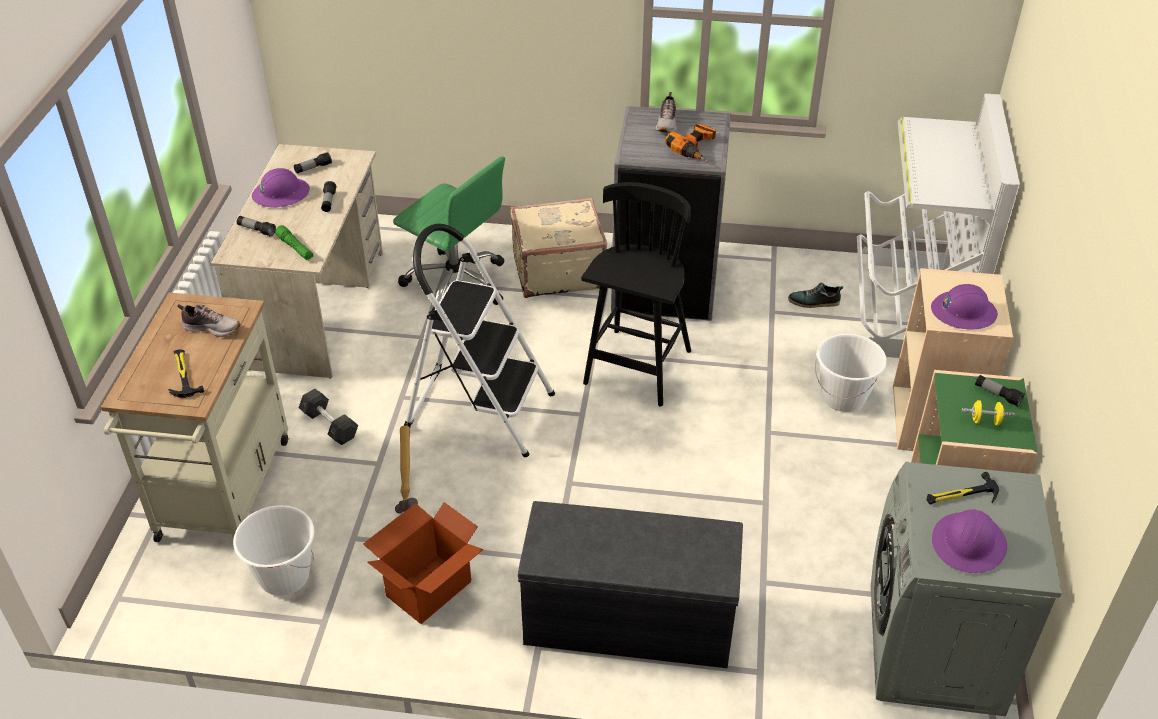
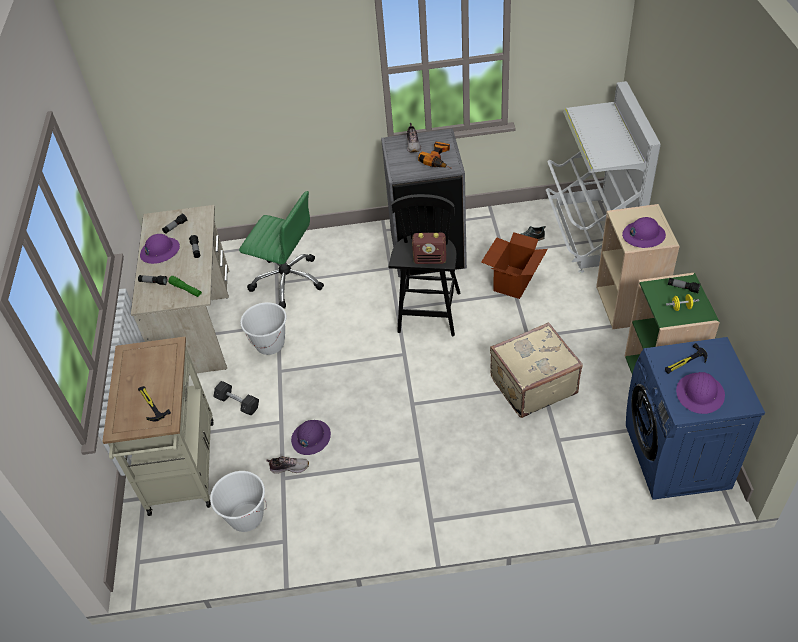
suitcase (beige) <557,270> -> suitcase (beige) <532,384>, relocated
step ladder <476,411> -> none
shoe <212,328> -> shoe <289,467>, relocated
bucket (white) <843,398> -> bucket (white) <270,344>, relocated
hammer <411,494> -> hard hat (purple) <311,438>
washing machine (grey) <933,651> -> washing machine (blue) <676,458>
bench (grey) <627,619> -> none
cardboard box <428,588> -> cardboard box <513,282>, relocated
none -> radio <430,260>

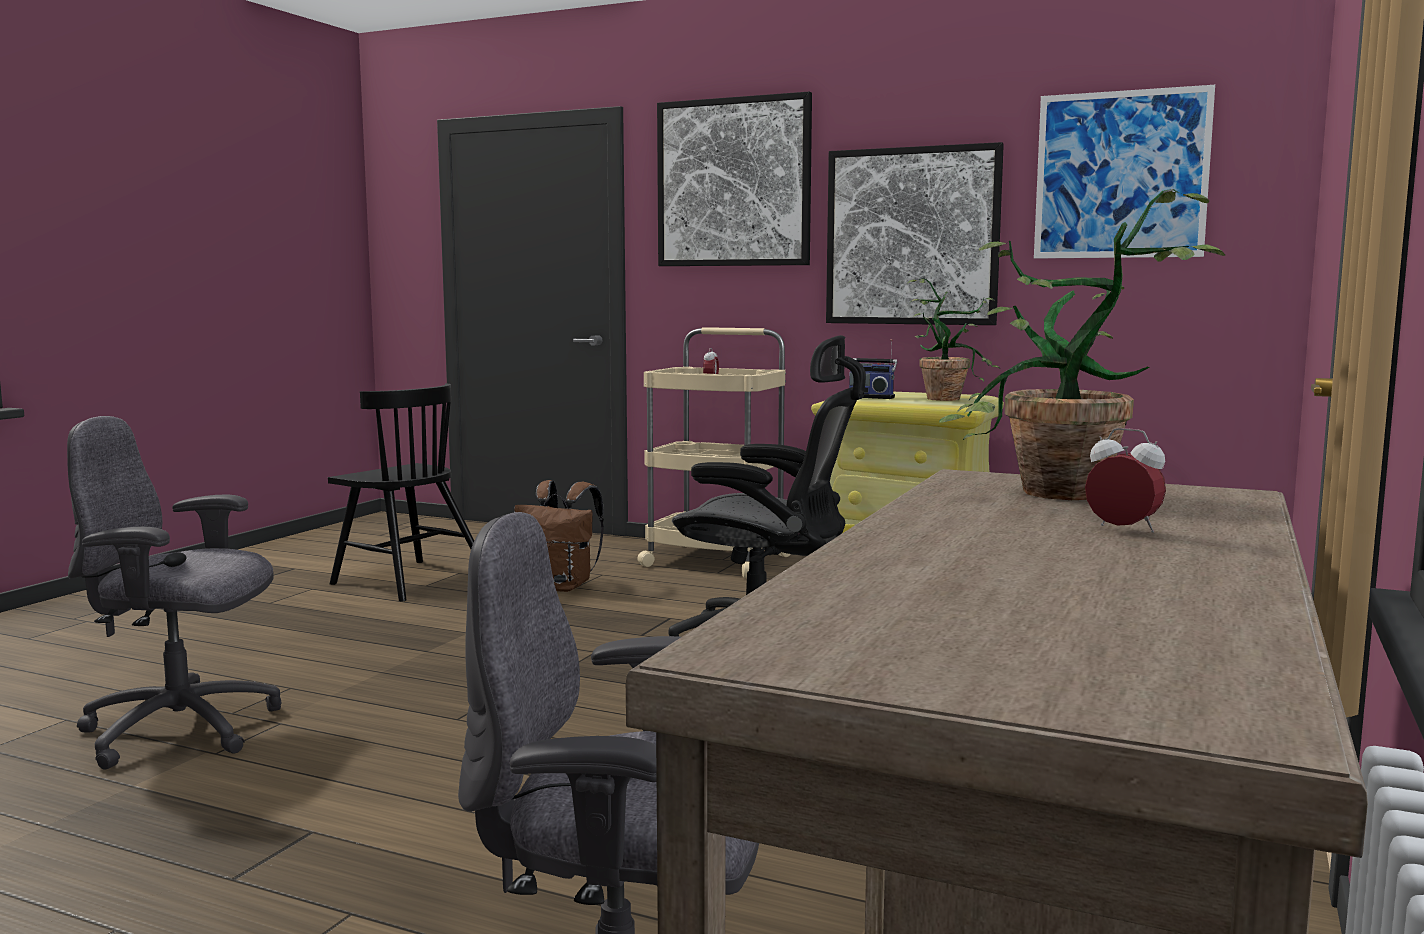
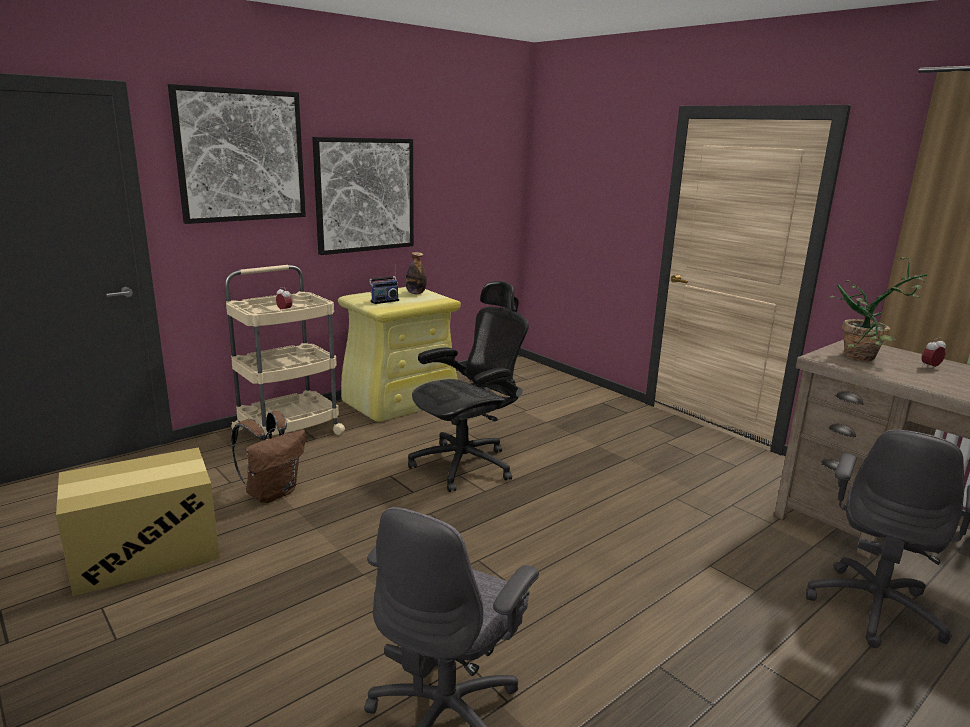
picture <1121,175> -> none
potted plant <948,398> -> bottle <416,293>
chair (black) <405,578> -> cardboard box <146,552>

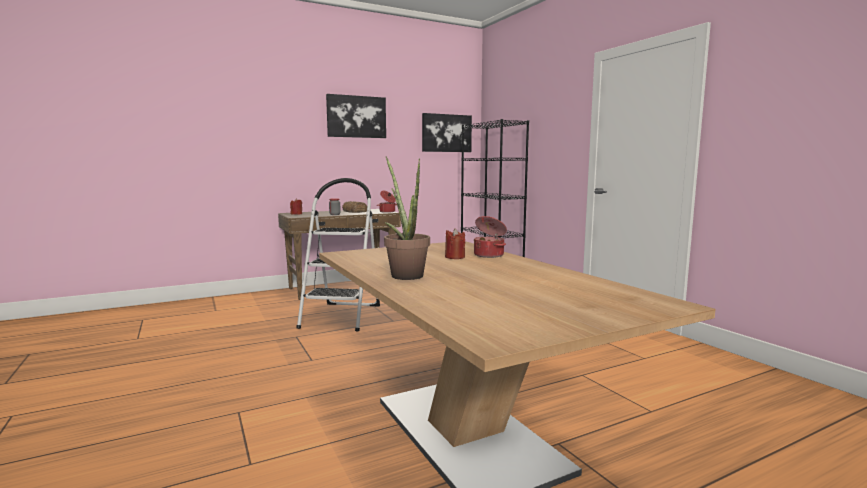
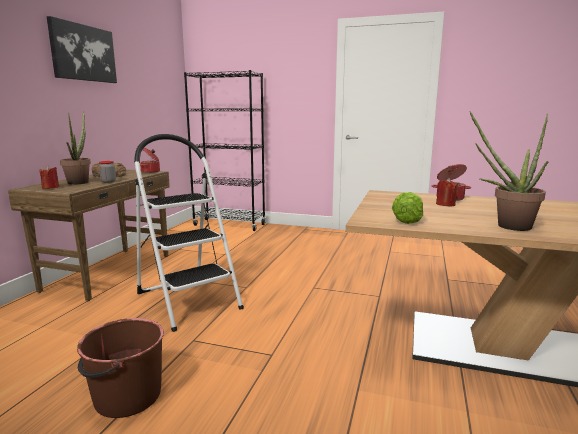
picture <446,133> -> none
none -> potted plant <80,182>
none -> lettuce <409,219>
none -> bucket (brown) <126,396>

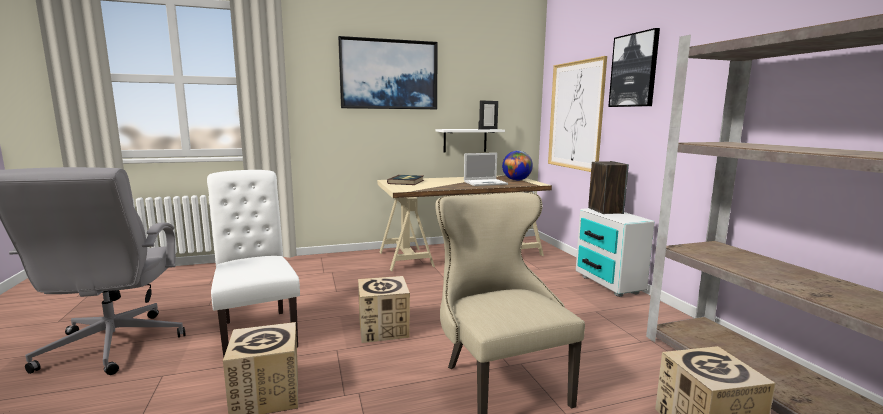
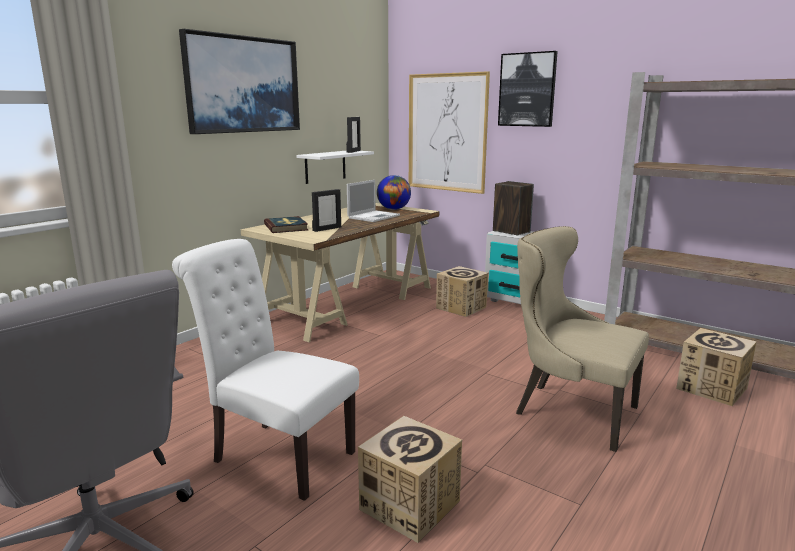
cardboard box <383,329> -> cardboard box <461,307>, relocated
none -> picture frame <327,229>

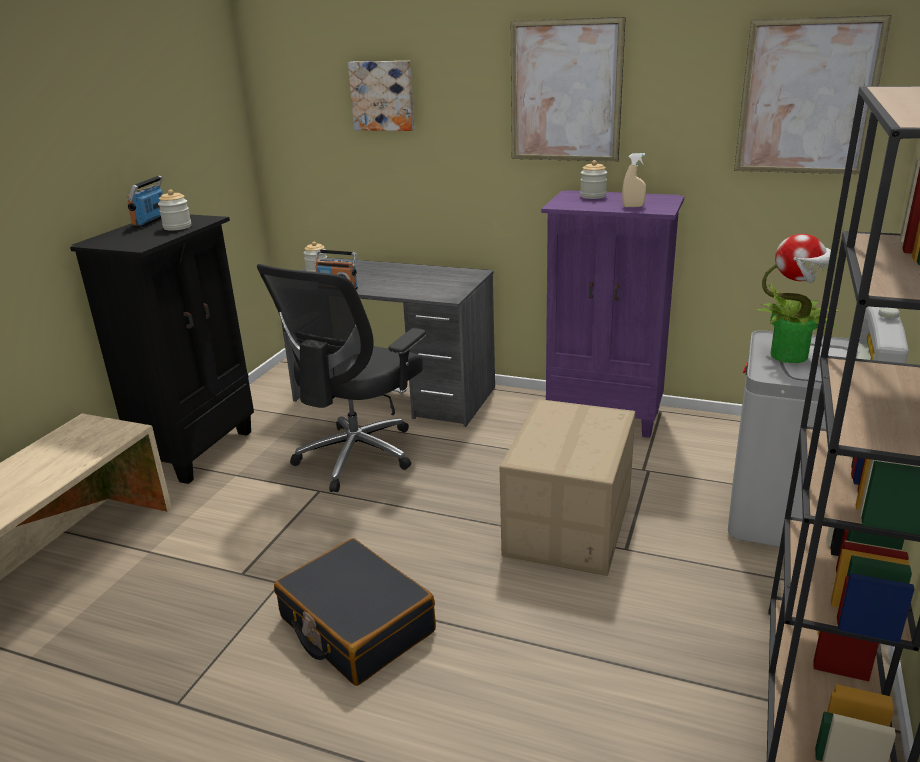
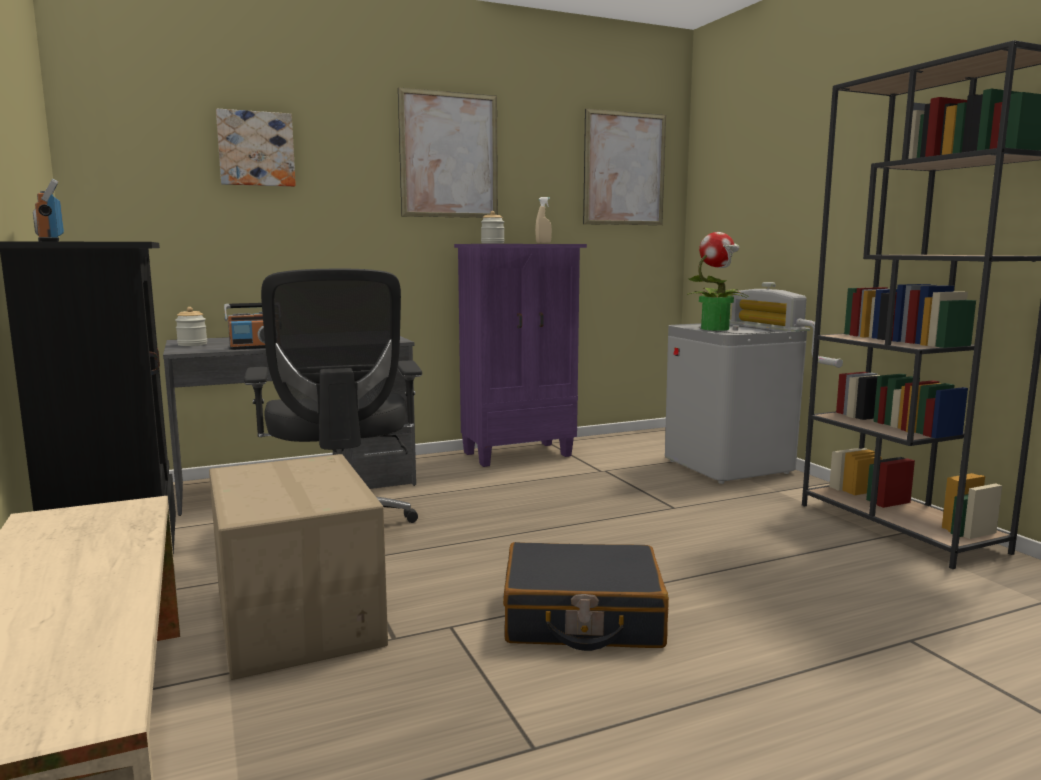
jar <177,227> -> none
cardboard box <570,525> -> cardboard box <299,617>, relocated

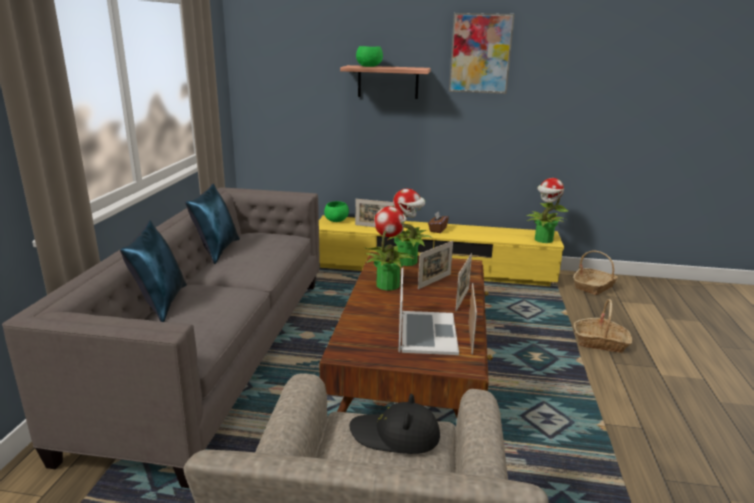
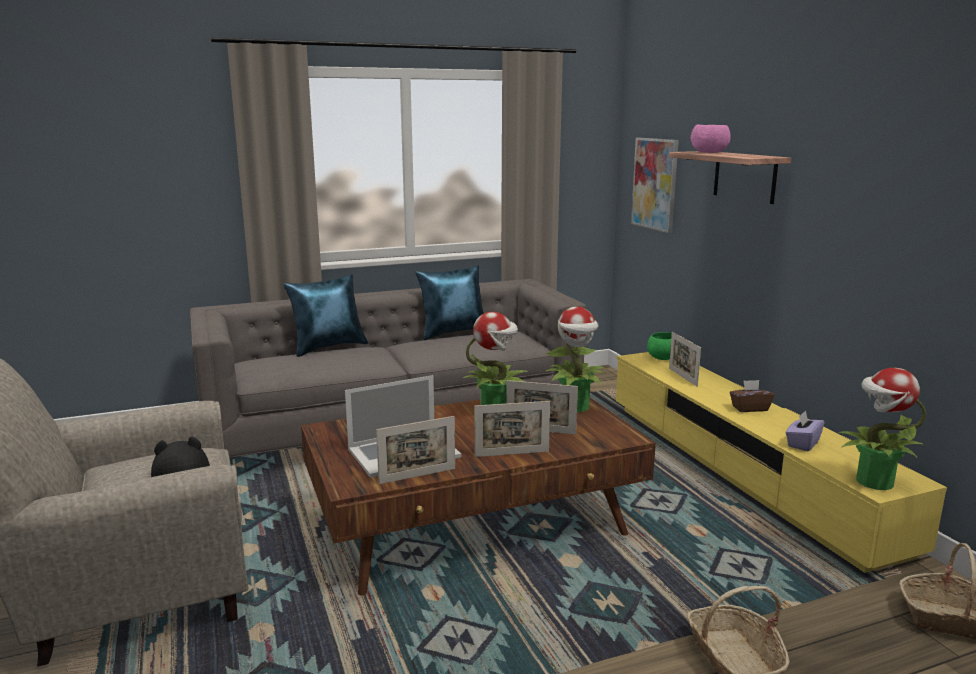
picture <480,53> -> picture <655,184>, relocated
bowl (green) <369,66> -> bowl (pink) <710,153>
none -> tissue box (purple) <802,444>

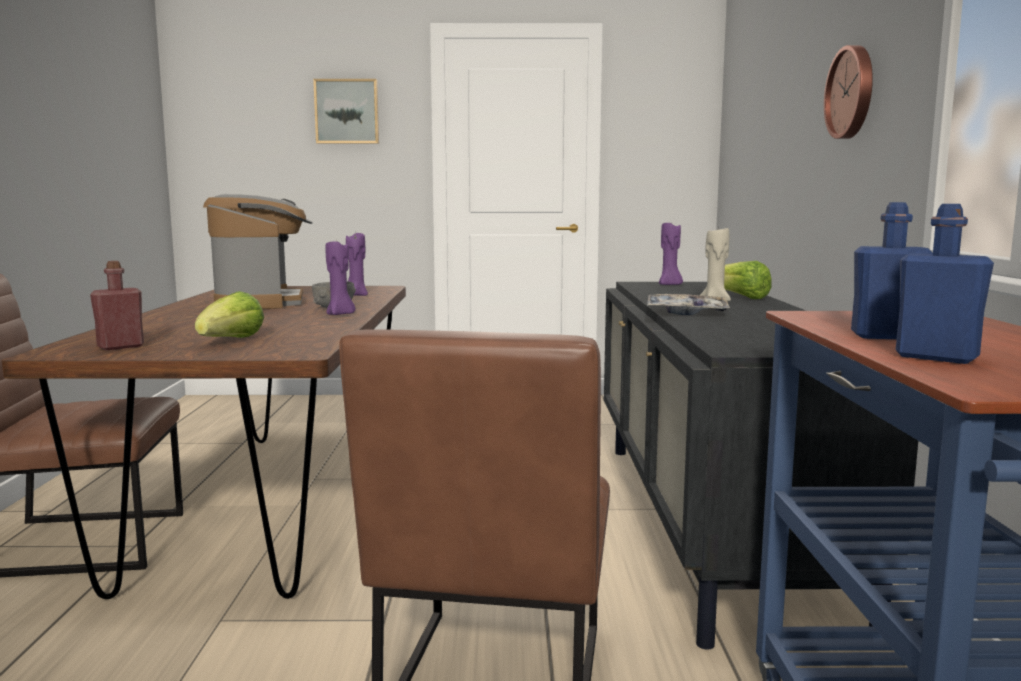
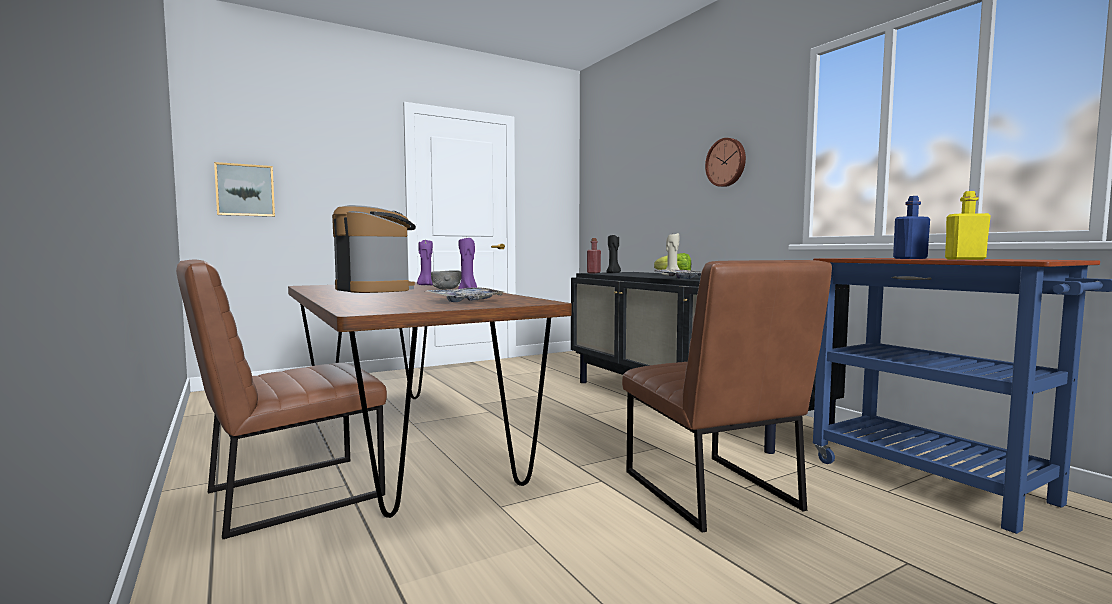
picture <347,112> -> picture <245,190>, relocated
bottle (blue) <936,357> -> bottle (yellow) <965,259>
candle (purple) <669,285> -> candle (black) <613,273>
bottle (red) <120,347> -> bottle (red) <593,273>, relocated
lettuce <232,340> -> tray <465,301>

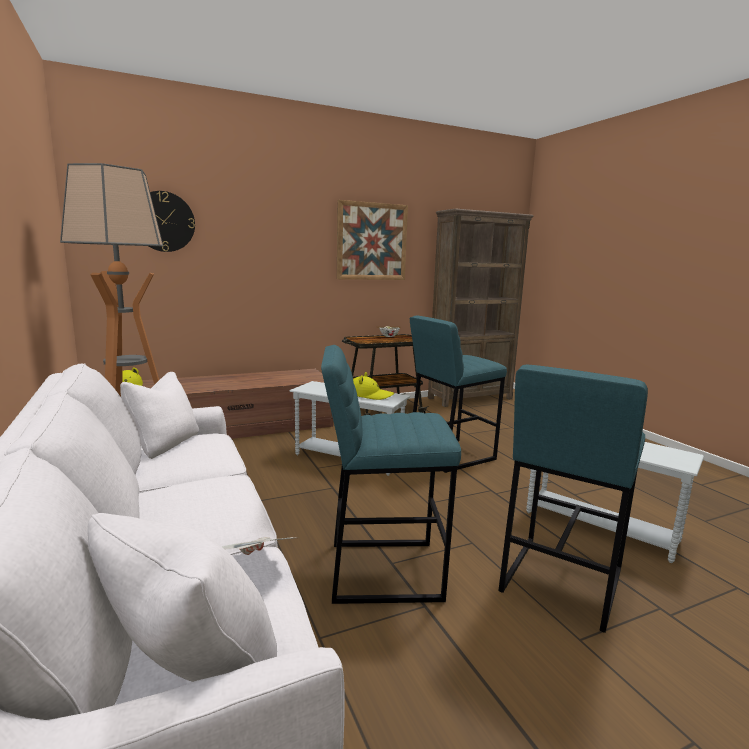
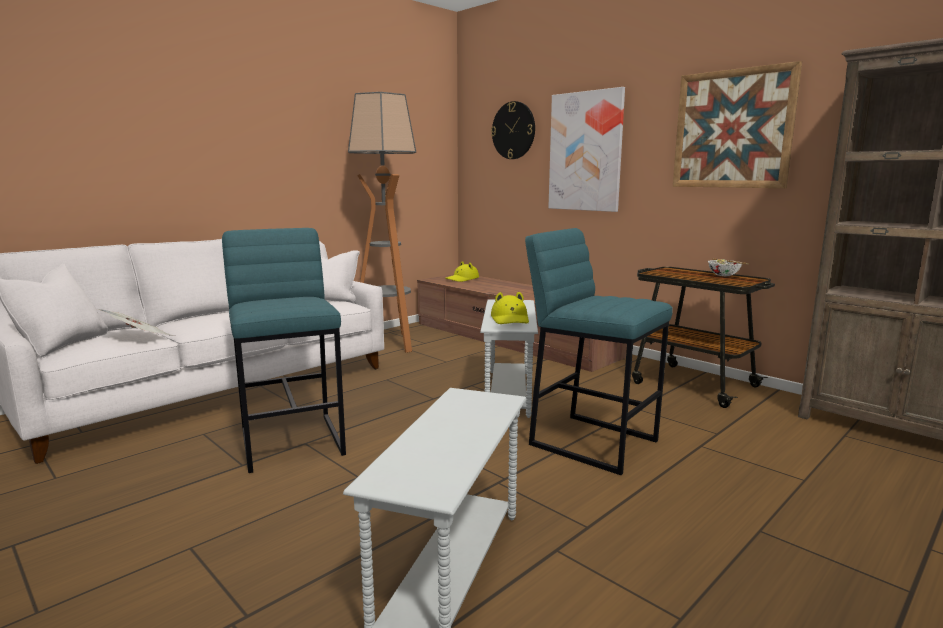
stool (turquoise) <560,582> -> none
none -> picture <585,152>

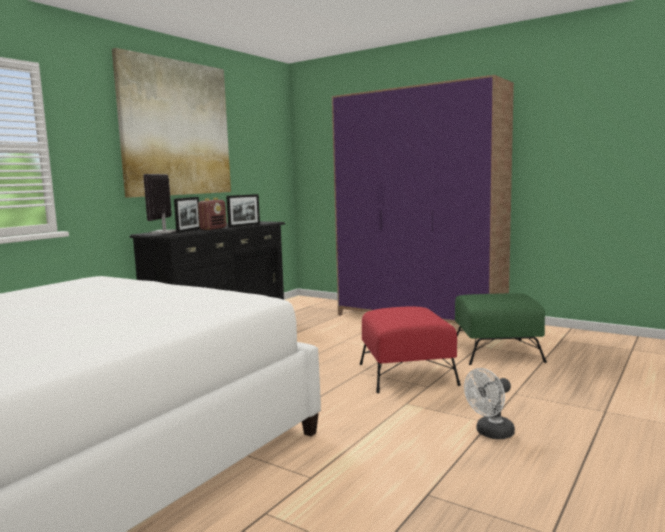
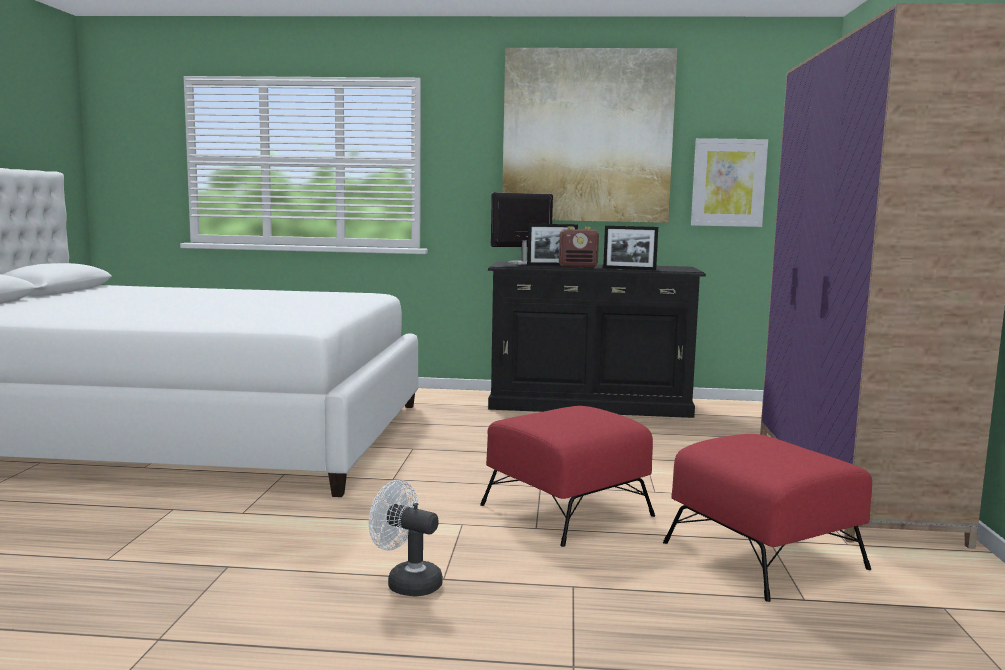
ottoman (green) <497,351> -> ottoman (red) <764,556>
none -> picture <728,183>

